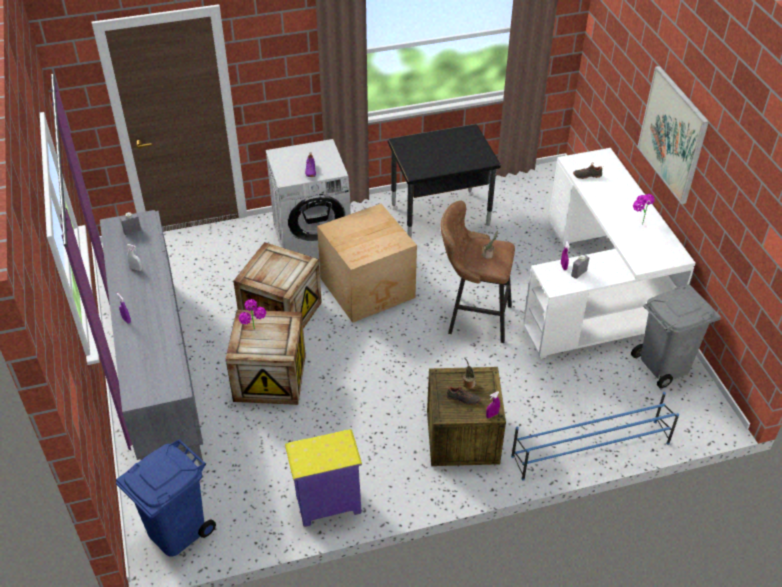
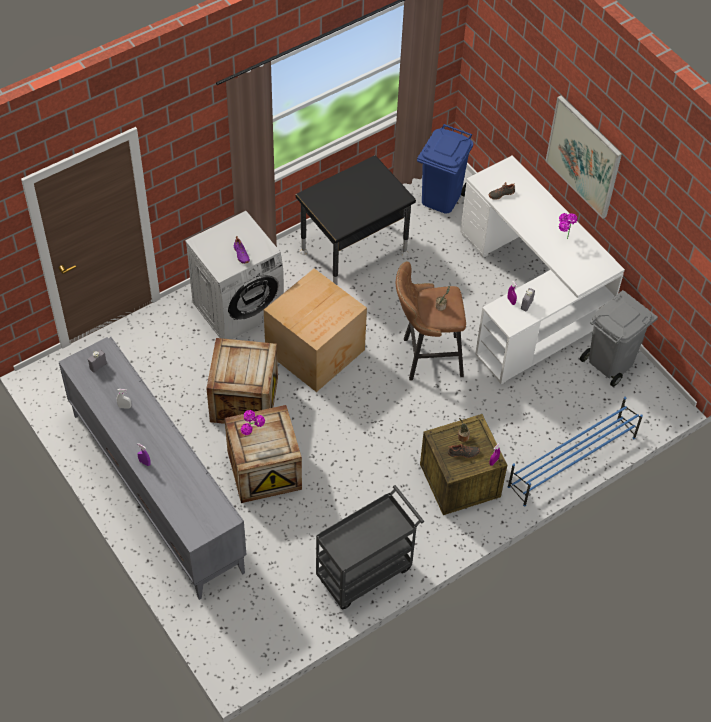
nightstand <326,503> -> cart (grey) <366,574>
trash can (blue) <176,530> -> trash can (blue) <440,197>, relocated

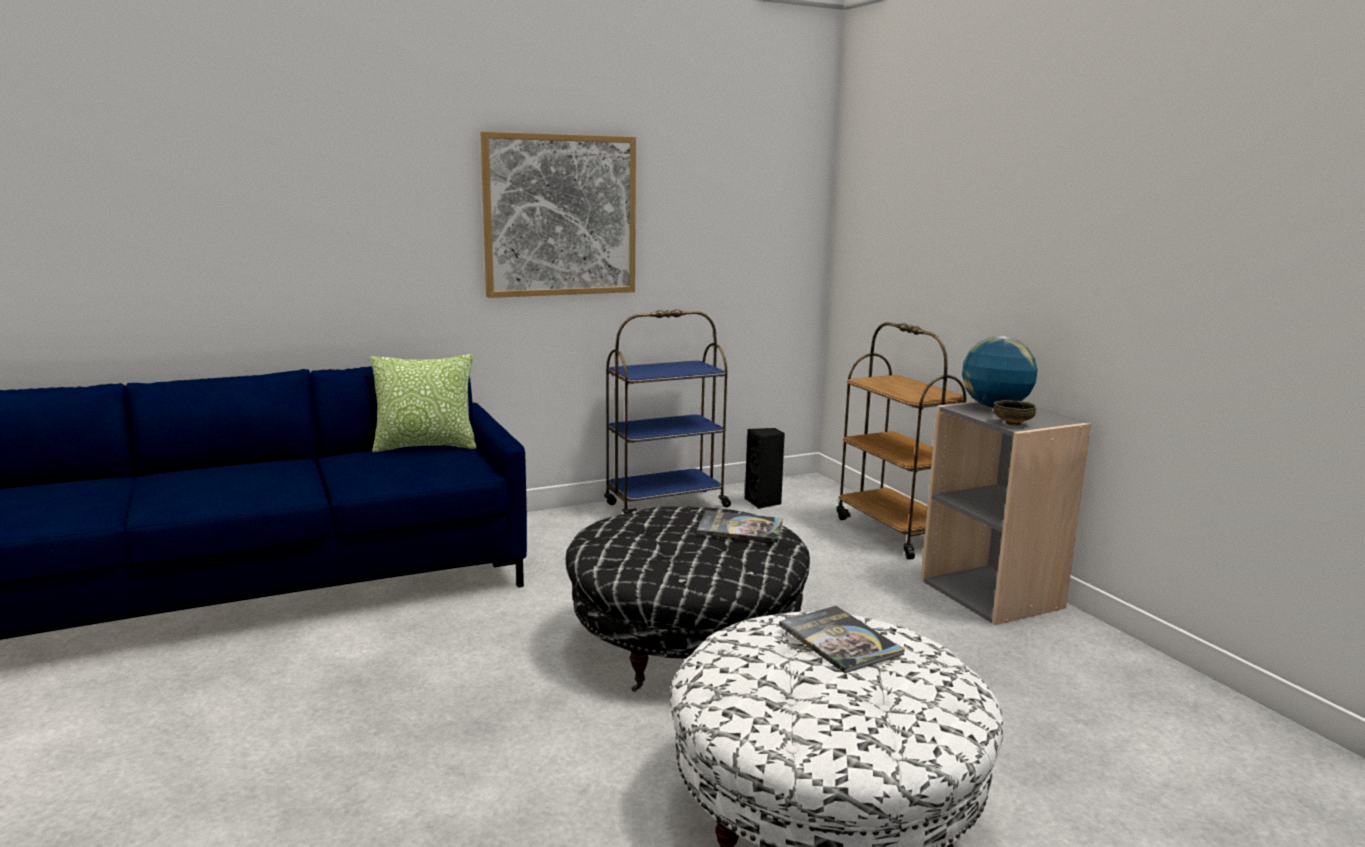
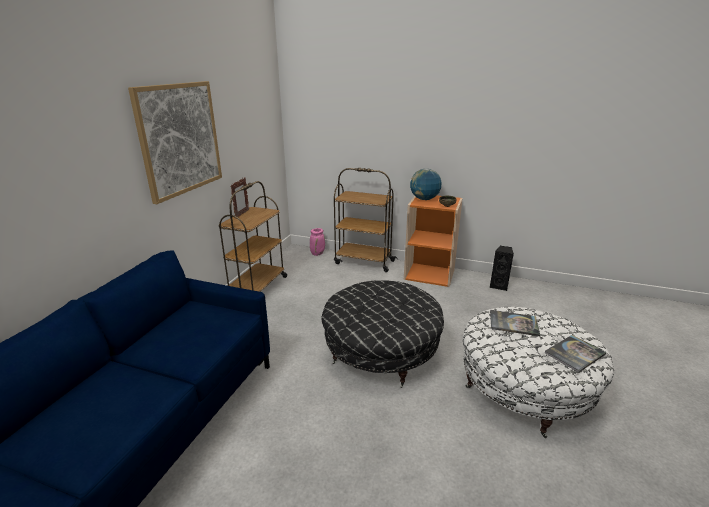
cart (blue) <665,505> -> cart (brown) <258,288>
pillow <425,446> -> none
bookcase (grey) <993,594> -> bookcase (orange) <430,274>
speaker (black) <763,502> -> speaker (black) <499,286>, relocated
book <740,528> -> book <574,353>, relocated
none -> picture frame <242,214>
none -> vase (pink) <317,253>

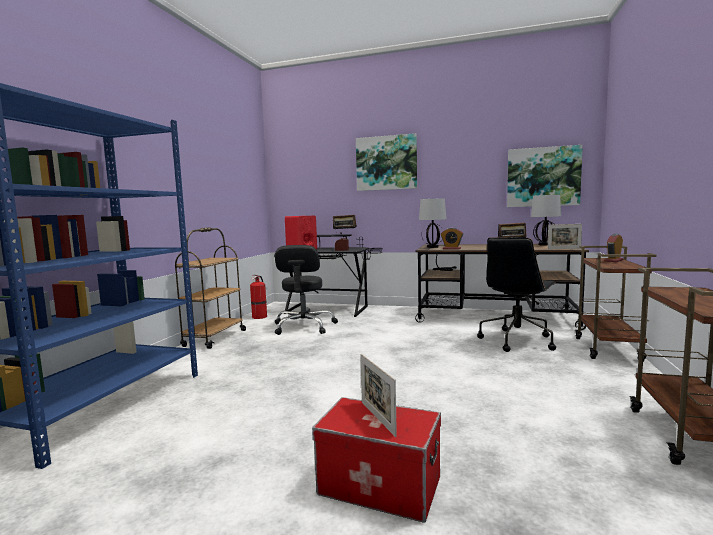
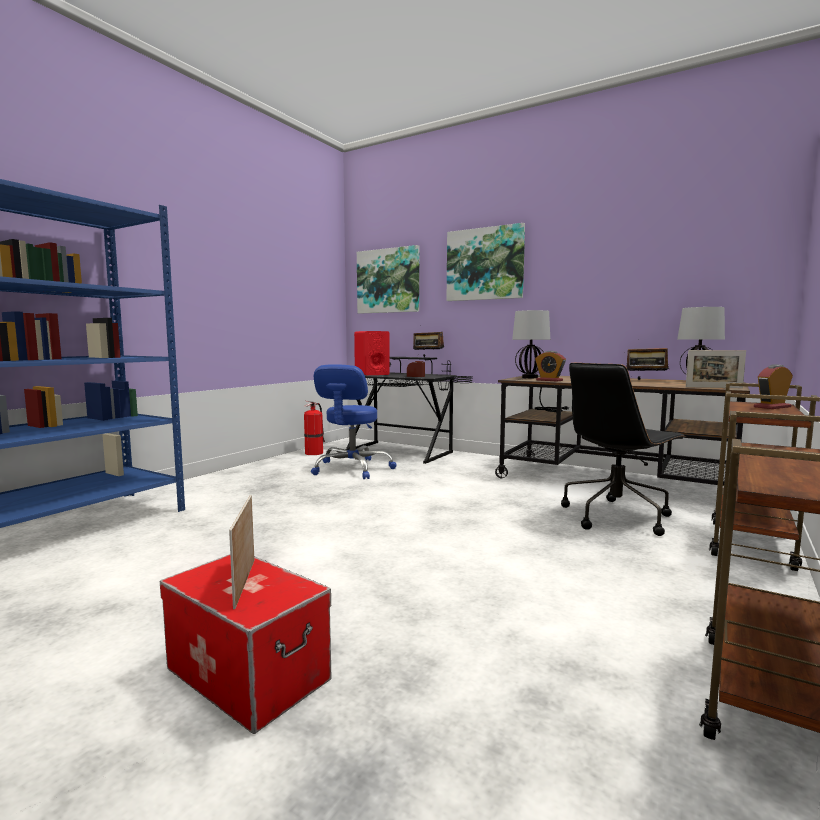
picture <543,177> -> picture <388,281>, relocated
cart (brown) <214,338> -> none
office chair (black) <303,327> -> office chair (blue) <351,470>

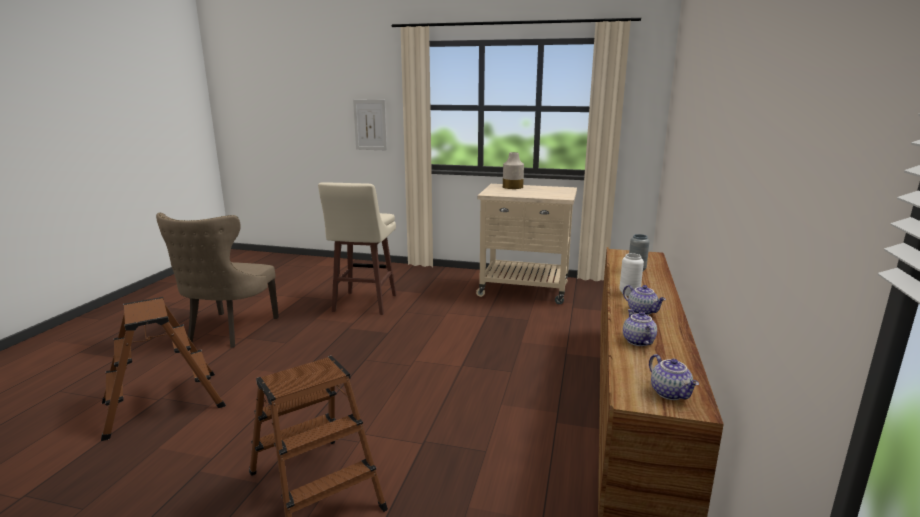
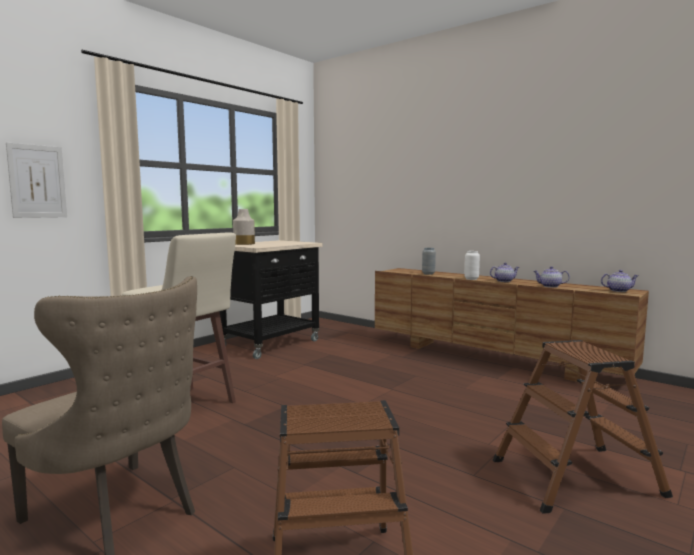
cart (beige) <524,290> -> cart (black) <270,344>

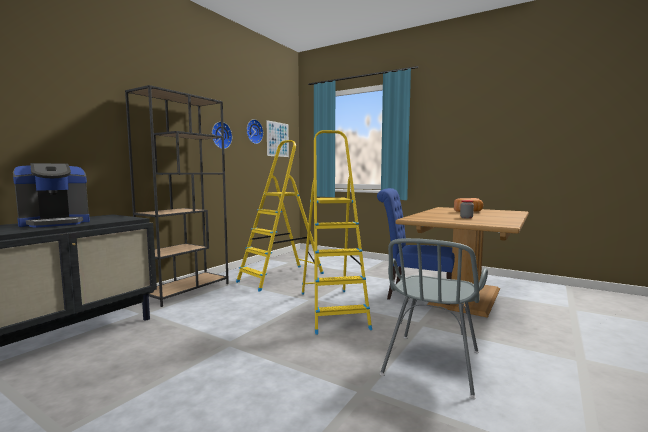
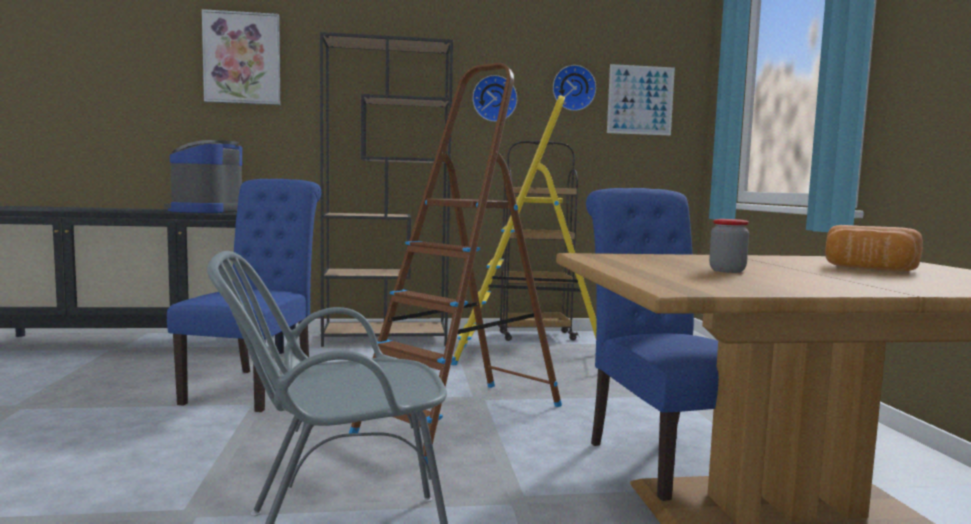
step ladder (yellow) <332,309> -> step ladder (brown) <462,419>
coffee machine <55,223> -> coffee machine <205,211>, 90 degrees clockwise
none -> picture <242,58>
none -> cart (brown) <535,336>
none -> chair (blue) <255,386>

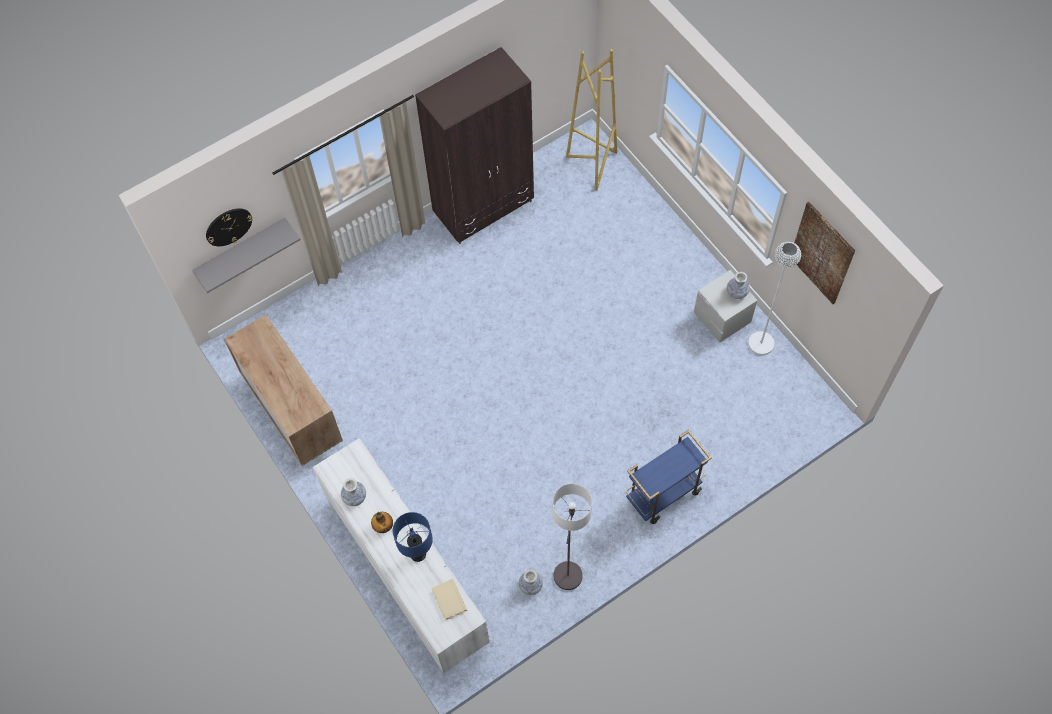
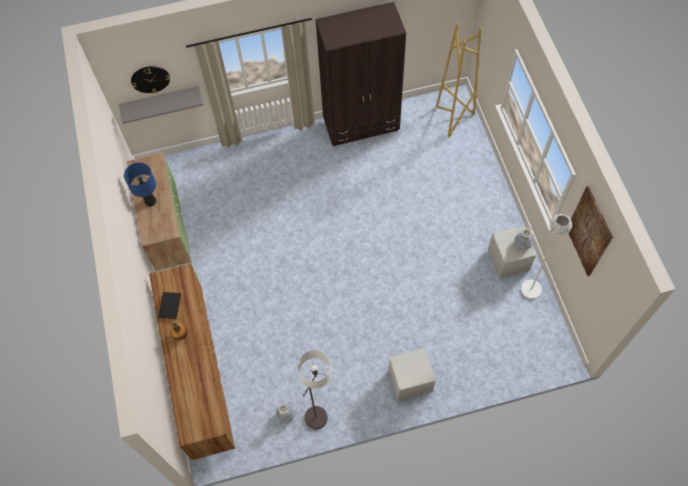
cart (blue) <662,496> -> nightstand (white) <410,381>
cabinet (white) <406,573> -> cabinet (brown) <199,374>
vase <354,497> -> book (black) <169,306>
table lamp (blue) <418,554> -> table lamp (blue) <150,201>, relocated
book (beige) <448,600> -> none

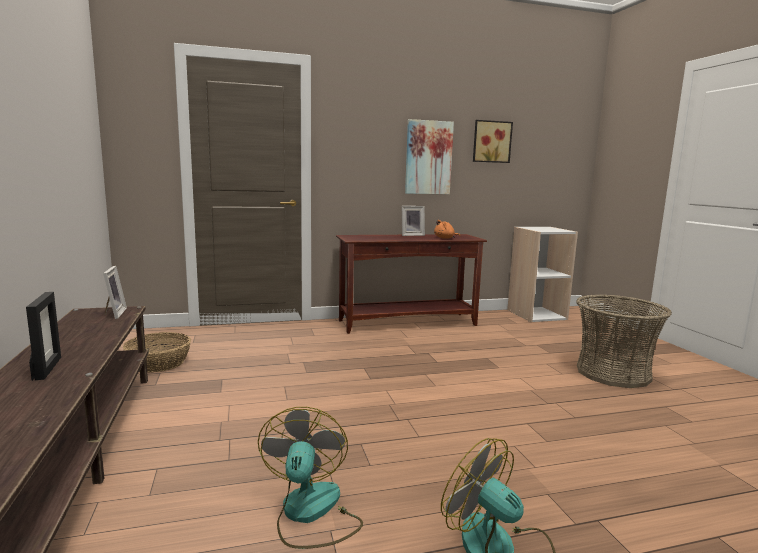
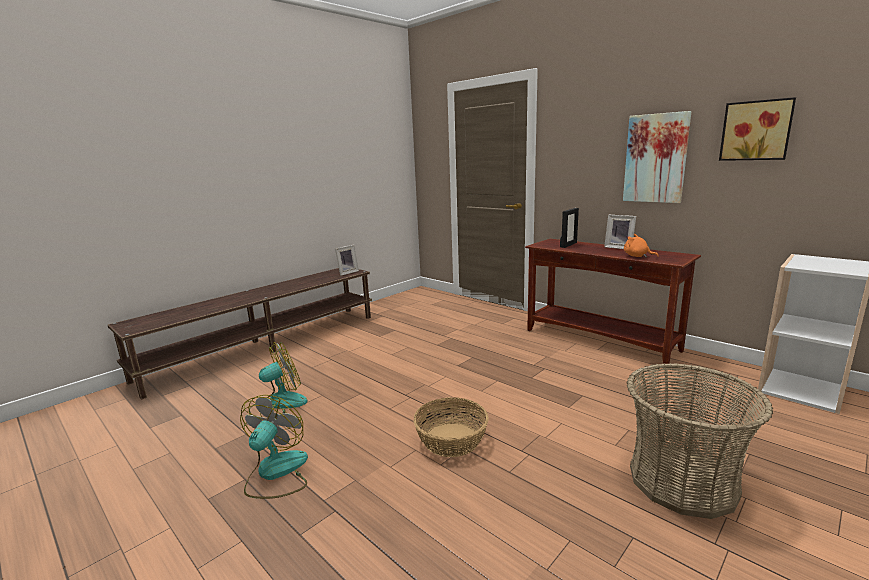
picture frame <47,368> -> picture frame <568,245>, relocated
basket <159,363> -> basket <452,440>, relocated

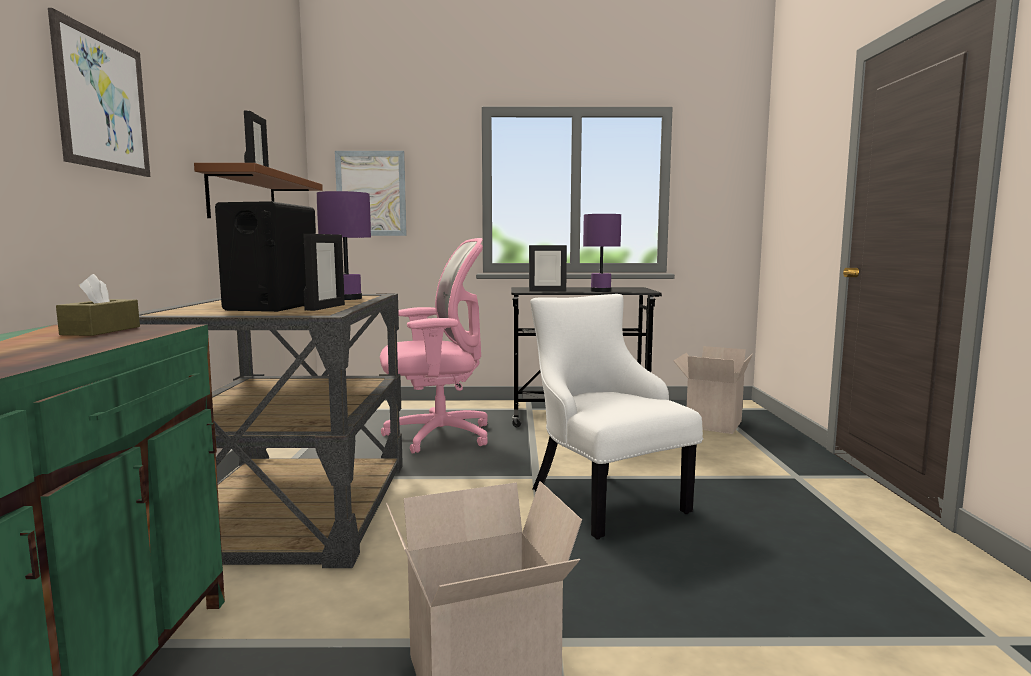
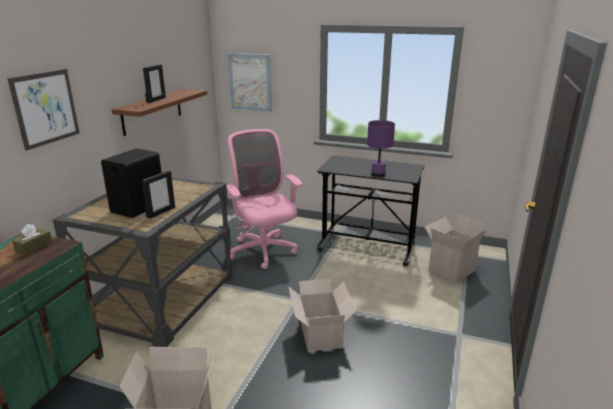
table lamp (purple) <346,298> -> none
office chair (pink) <433,437> -> office chair (pink) <265,252>, 120 degrees counterclockwise
picture frame <547,290> -> none
chair (white) <607,503> -> cardboard box <320,331>

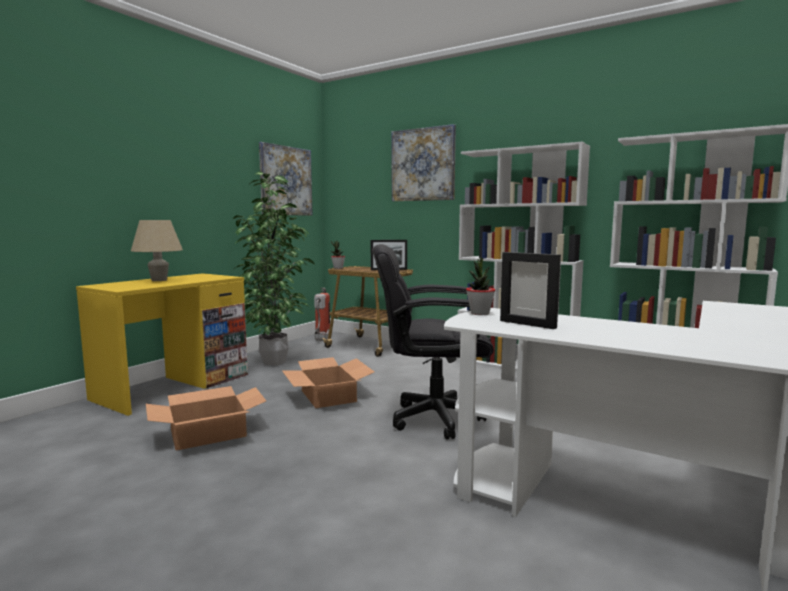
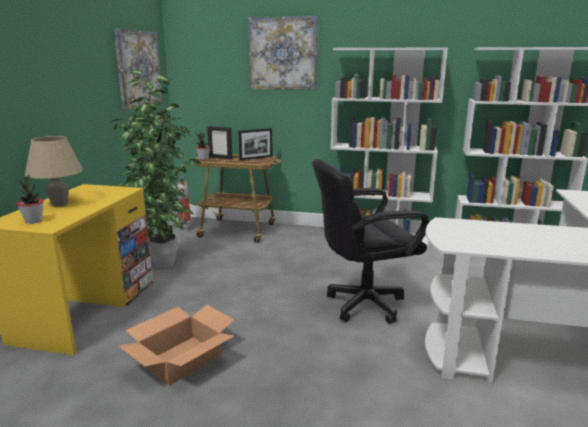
picture frame <528,324> -> picture frame <221,157>, relocated
potted plant <479,313> -> potted plant <33,221>, relocated
cardboard box <328,396> -> none

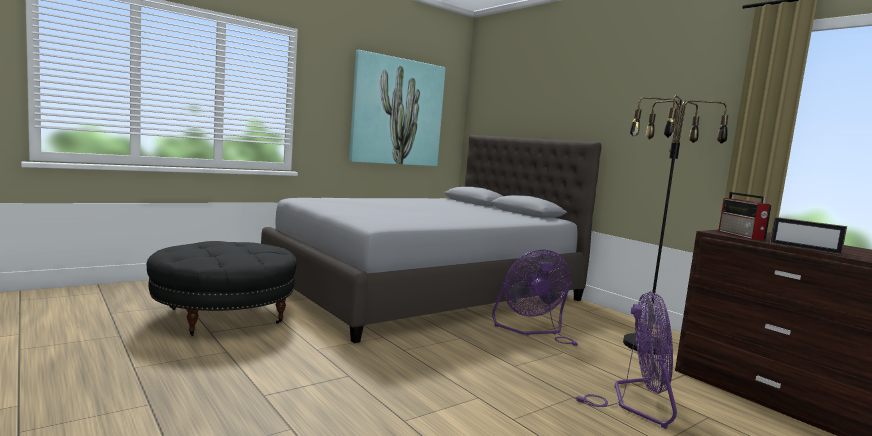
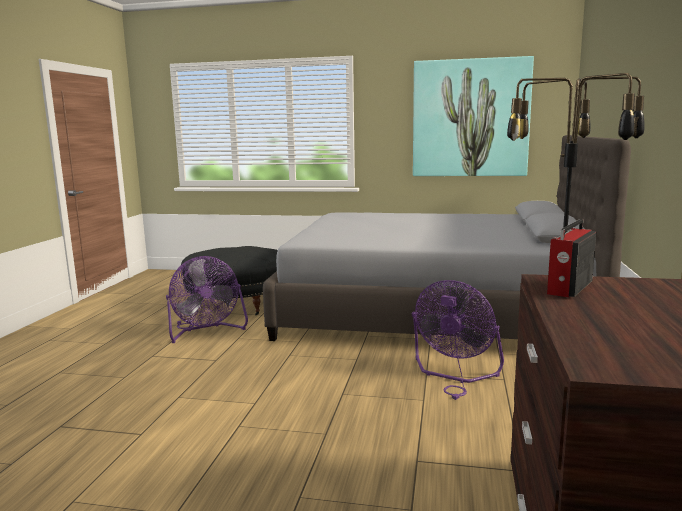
picture frame <804,248> -> none
fan (purple) <633,400> -> fan (purple) <203,332>, relocated

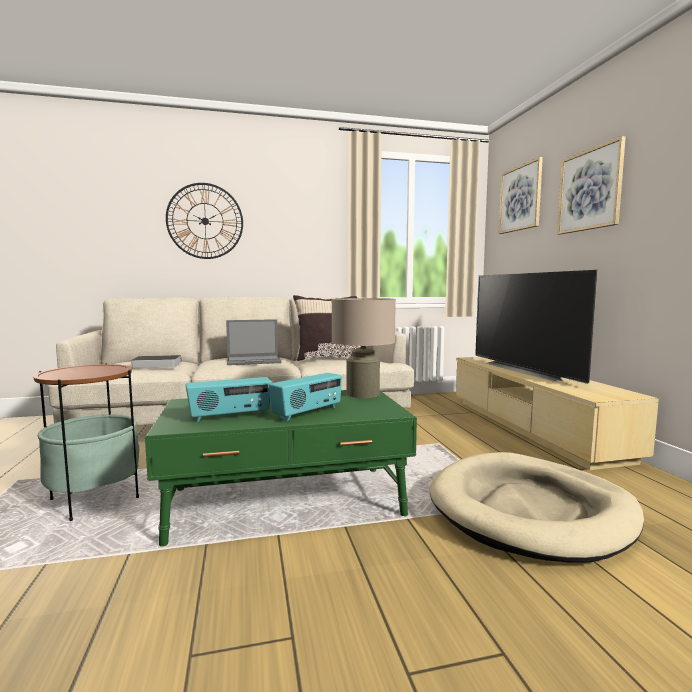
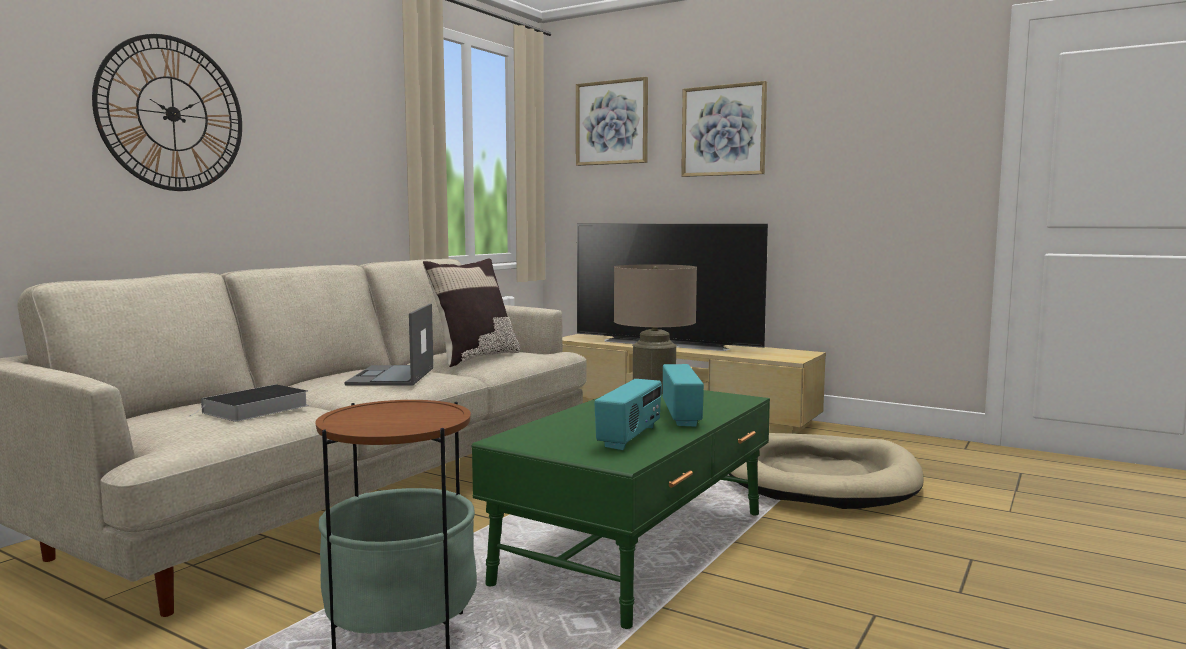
laptop <254,360> -> laptop <391,376>, 150 degrees clockwise

